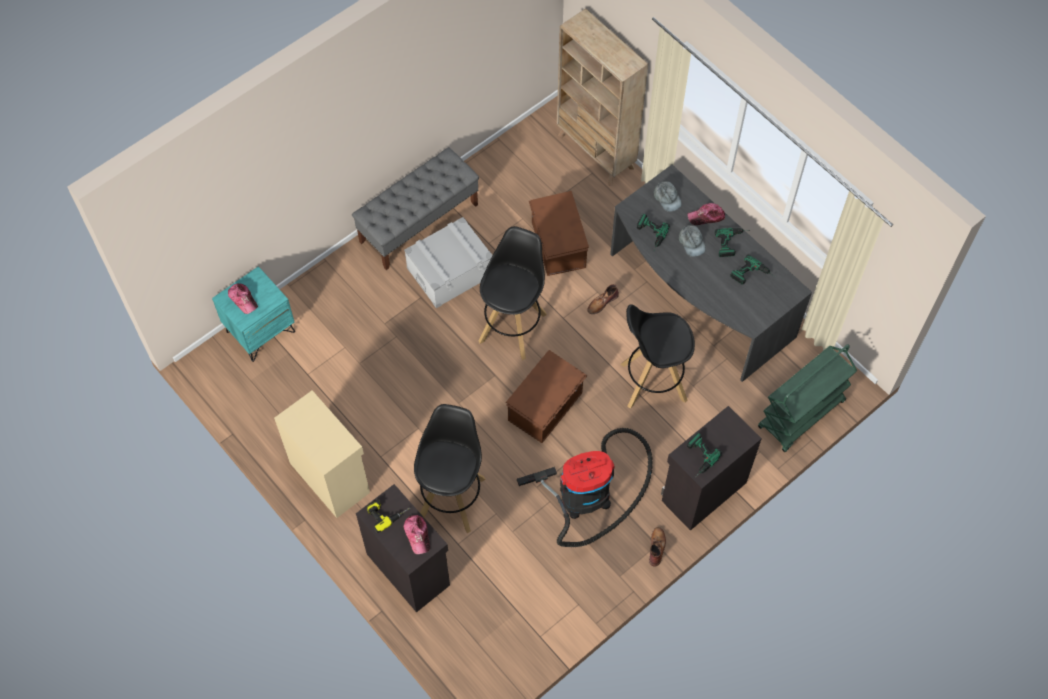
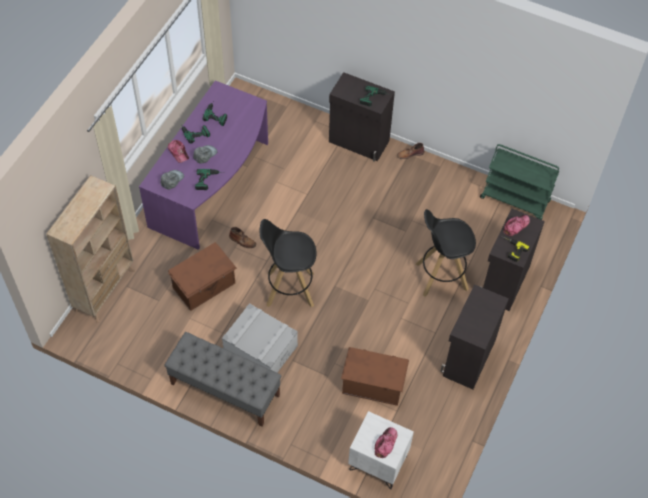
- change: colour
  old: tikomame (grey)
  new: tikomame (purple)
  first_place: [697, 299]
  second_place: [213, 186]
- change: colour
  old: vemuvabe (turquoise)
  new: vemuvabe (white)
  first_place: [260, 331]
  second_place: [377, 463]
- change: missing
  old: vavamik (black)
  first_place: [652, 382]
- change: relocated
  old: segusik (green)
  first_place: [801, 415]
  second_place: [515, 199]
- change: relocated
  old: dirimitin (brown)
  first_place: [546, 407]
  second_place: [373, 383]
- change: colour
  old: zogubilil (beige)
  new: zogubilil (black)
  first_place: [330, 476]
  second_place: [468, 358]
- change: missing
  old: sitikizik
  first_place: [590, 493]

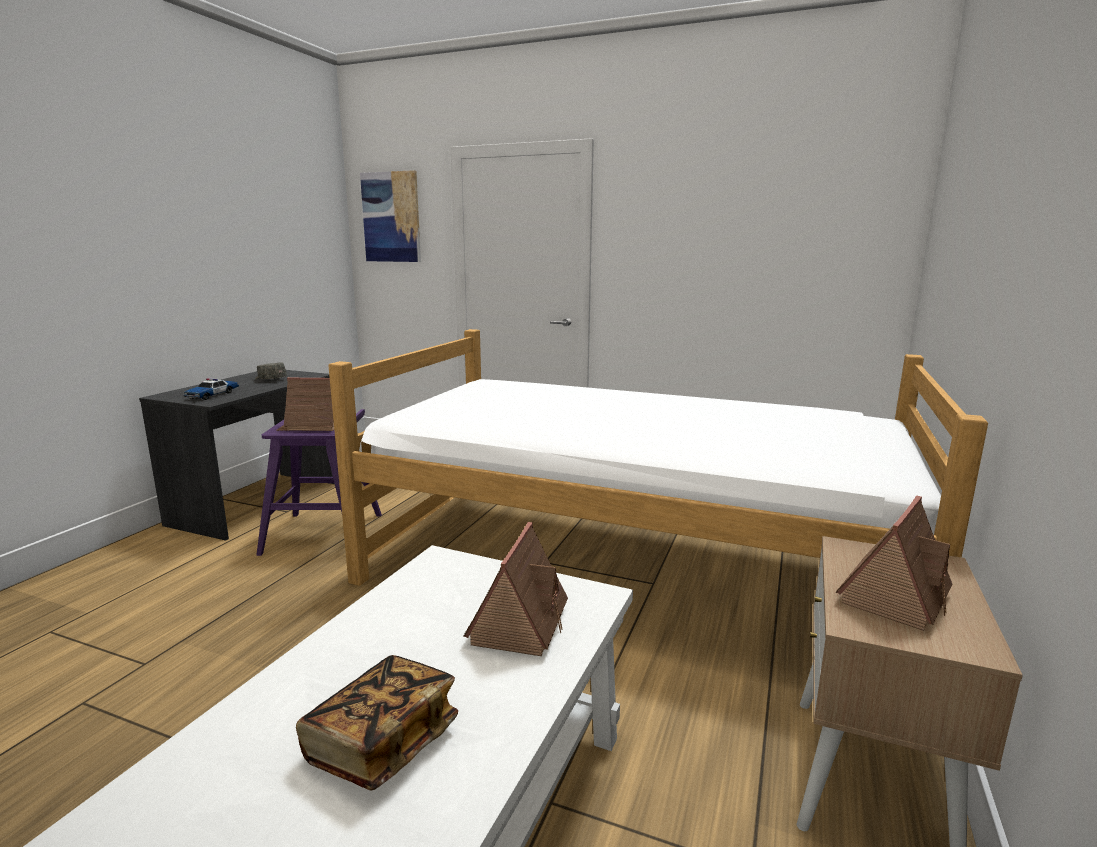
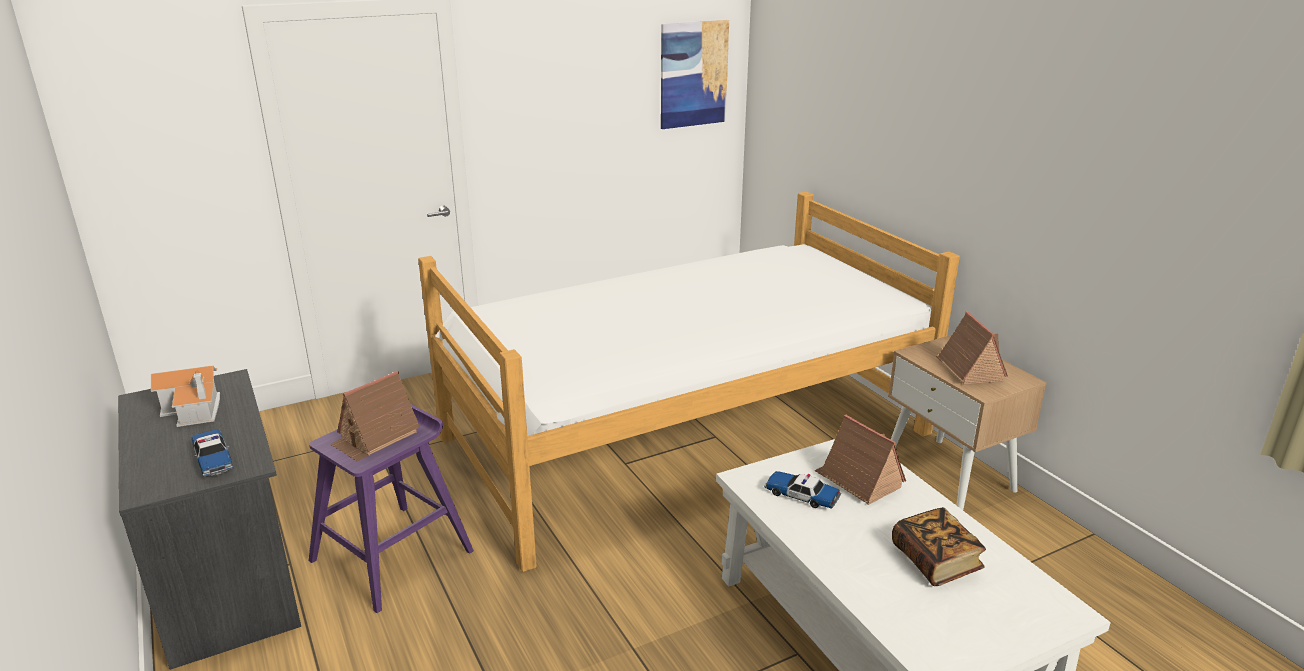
- change: relocated
  old: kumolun
  first_place: [391, 217]
  second_place: [693, 74]
- change: exchanged
  old: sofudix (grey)
  new: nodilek
  first_place: [270, 379]
  second_place: [195, 409]
- change: appeared
  new: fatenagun
  second_place: [801, 496]

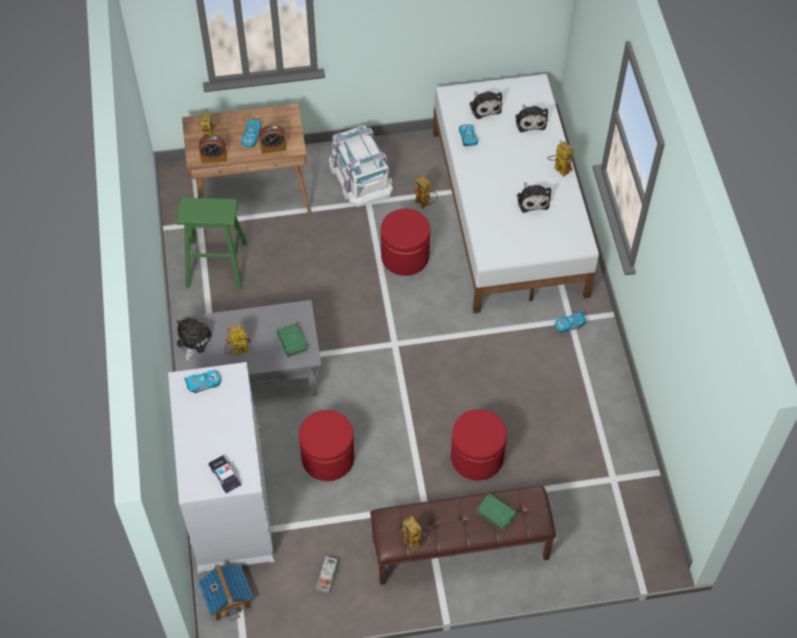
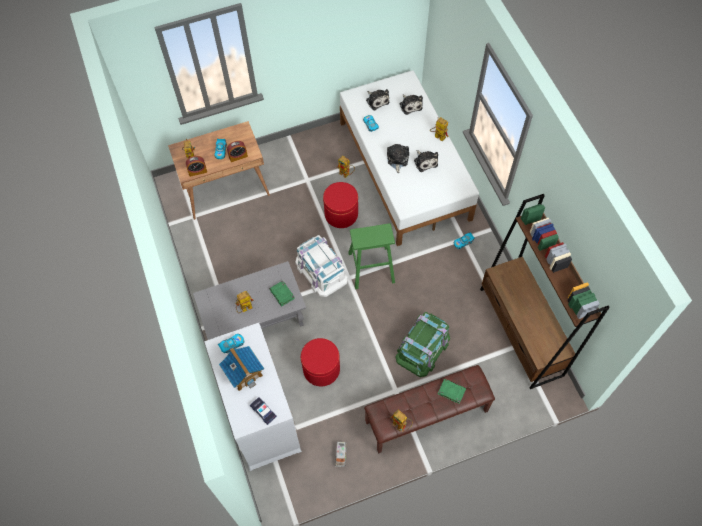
- change: relocated
  old: dirimitin (white)
  first_place: [360, 176]
  second_place: [321, 271]
- change: relocated
  old: vavamik (green)
  first_place: [216, 264]
  second_place: [371, 267]
- change: relocated
  old: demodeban
  first_place: [192, 341]
  second_place: [397, 159]
- change: exchanged
  old: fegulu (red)
  new: dirimitin (green)
  first_place: [477, 457]
  second_place: [423, 348]
- change: relocated
  old: nodilek
  first_place: [228, 598]
  second_place: [244, 372]
- change: appeared
  new: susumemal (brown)
  second_place: [521, 332]

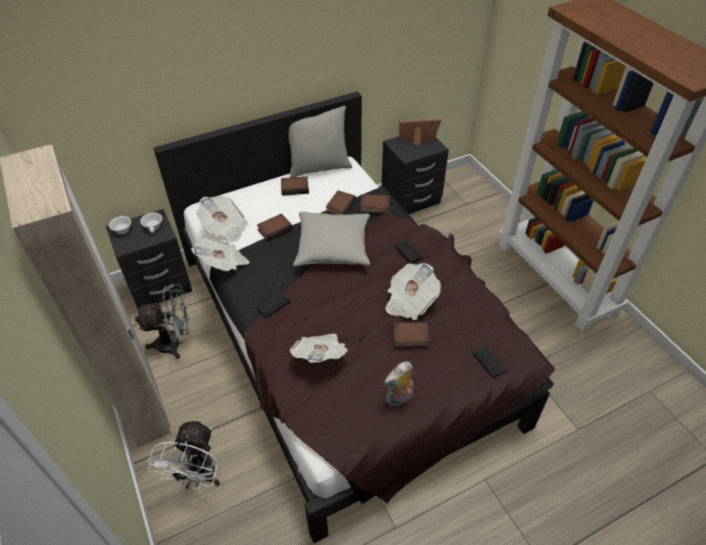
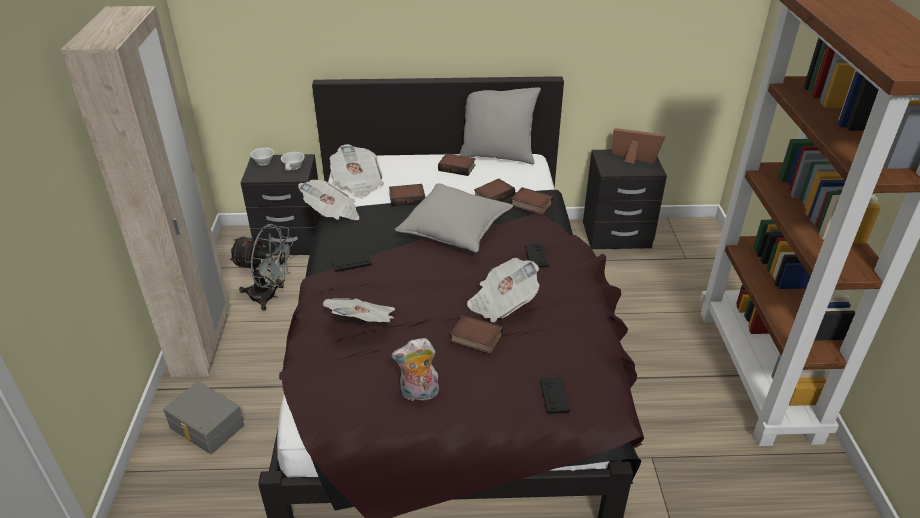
- change: exchanged
  old: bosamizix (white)
  new: dirimitin (grey)
  first_place: [199, 478]
  second_place: [206, 427]

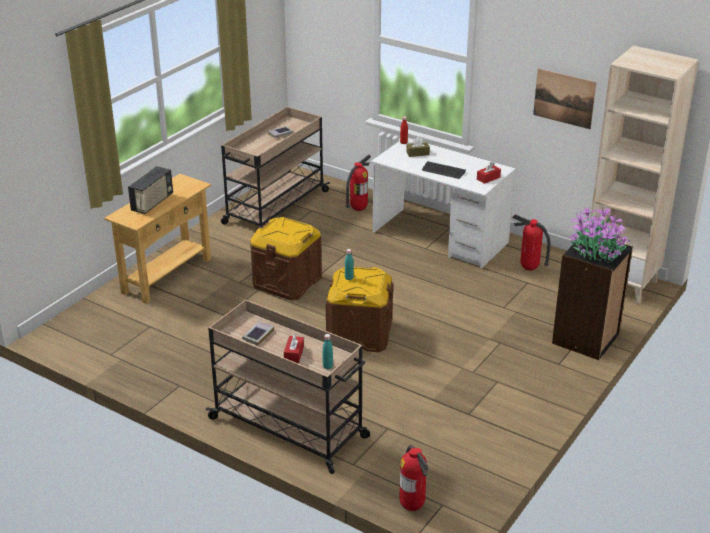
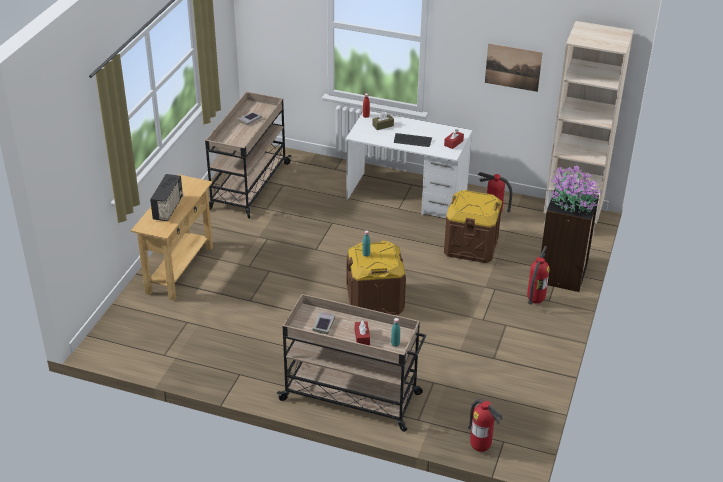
- change: relocated
  old: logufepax
  first_place: [358, 209]
  second_place: [535, 301]
- change: relocated
  old: dirimitin (brown)
  first_place: [287, 282]
  second_place: [471, 246]

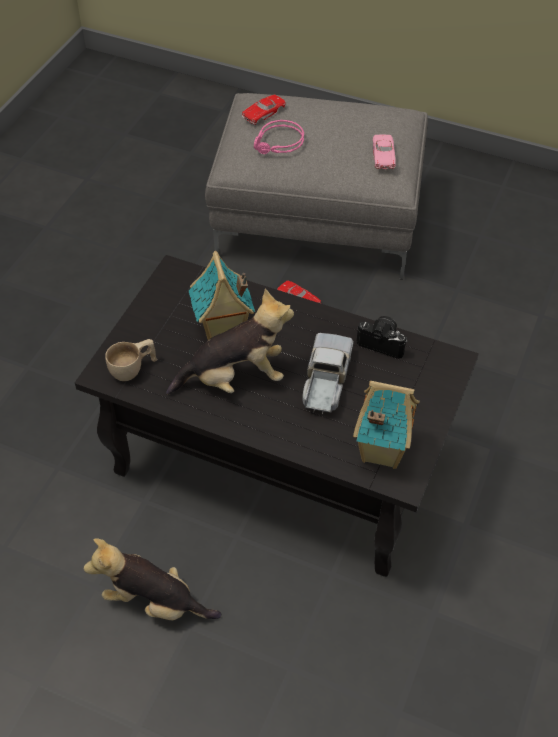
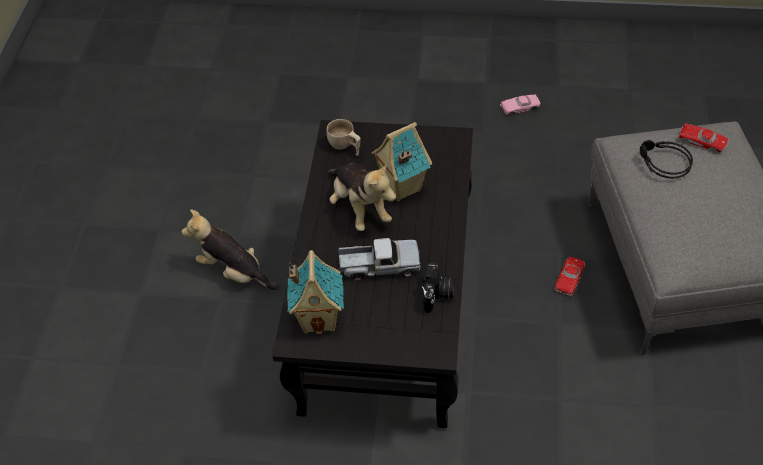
- change: colour
  old: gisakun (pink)
  new: gisakun (black)
  first_place: [278, 144]
  second_place: [662, 163]
- change: relocated
  old: fatenagun (pink)
  first_place: [383, 154]
  second_place: [520, 106]
- change: spun
  old: demodeban
  first_place: [154, 602]
  second_place: [234, 272]
  degrees: -60

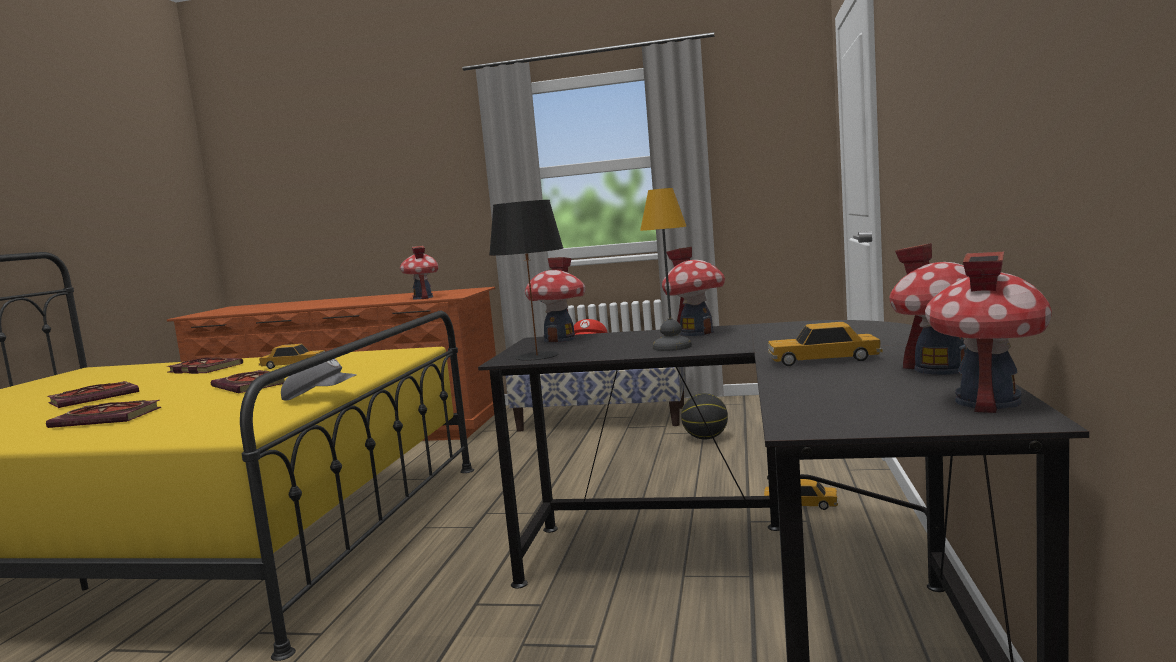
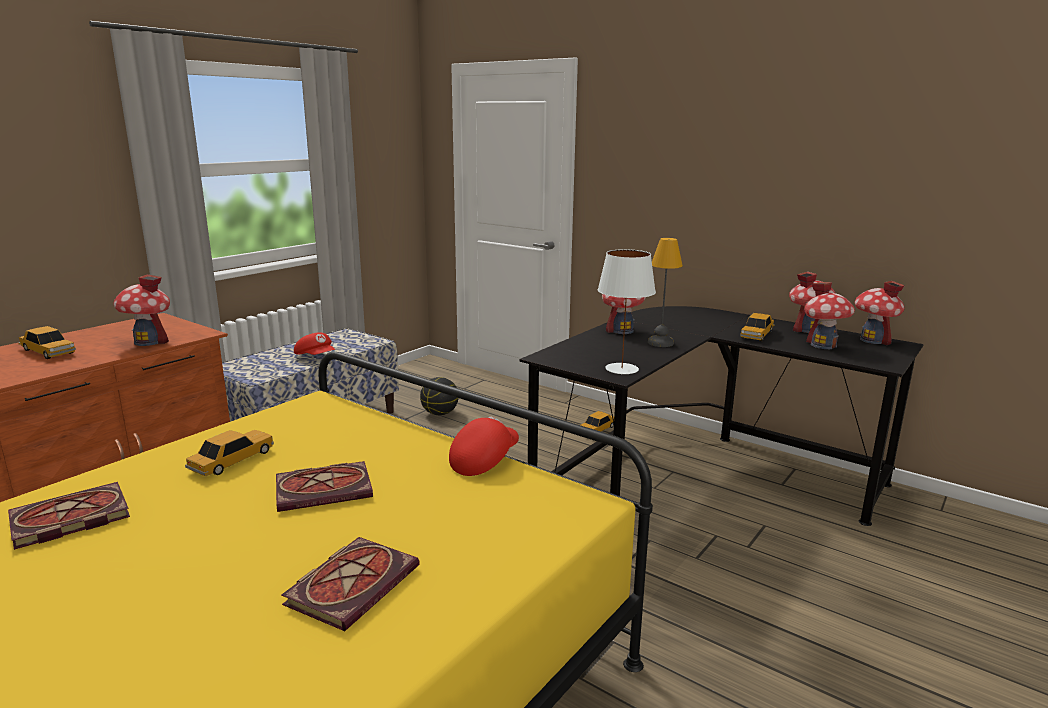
- change: colour
  old: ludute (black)
  new: ludute (white)
  first_place: [537, 356]
  second_place: [622, 368]
- change: relocated
  old: nodilek
  first_place: [560, 339]
  second_place: [823, 345]
- change: colour
  old: sofudix (grey)
  new: sofudix (red)
  first_place: [320, 397]
  second_place: [483, 460]
- change: missing
  old: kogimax
  first_place: [96, 397]
- change: appeared
  new: fatenagun
  second_place: [48, 351]

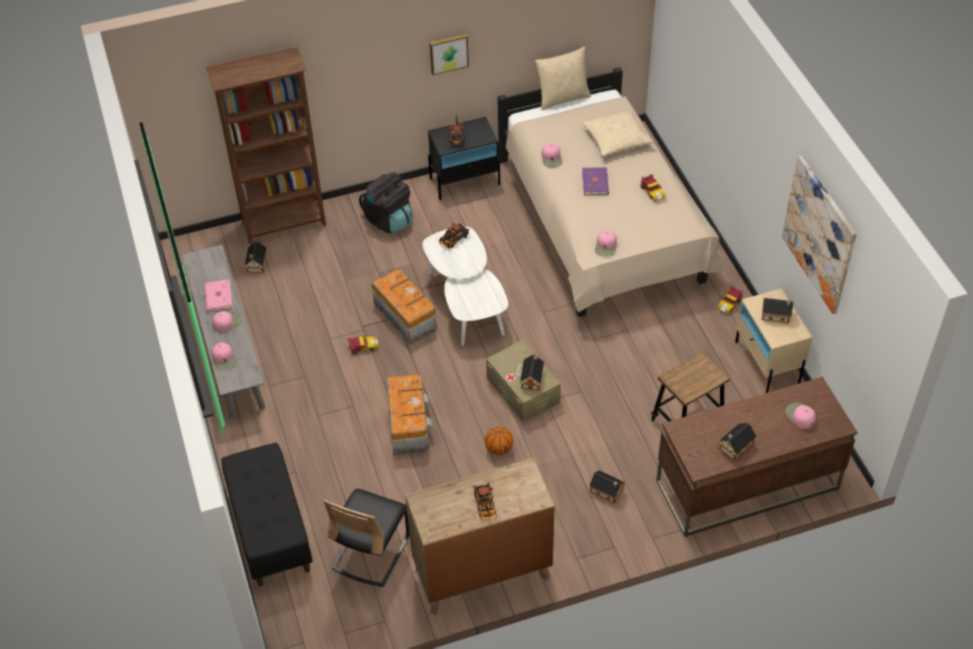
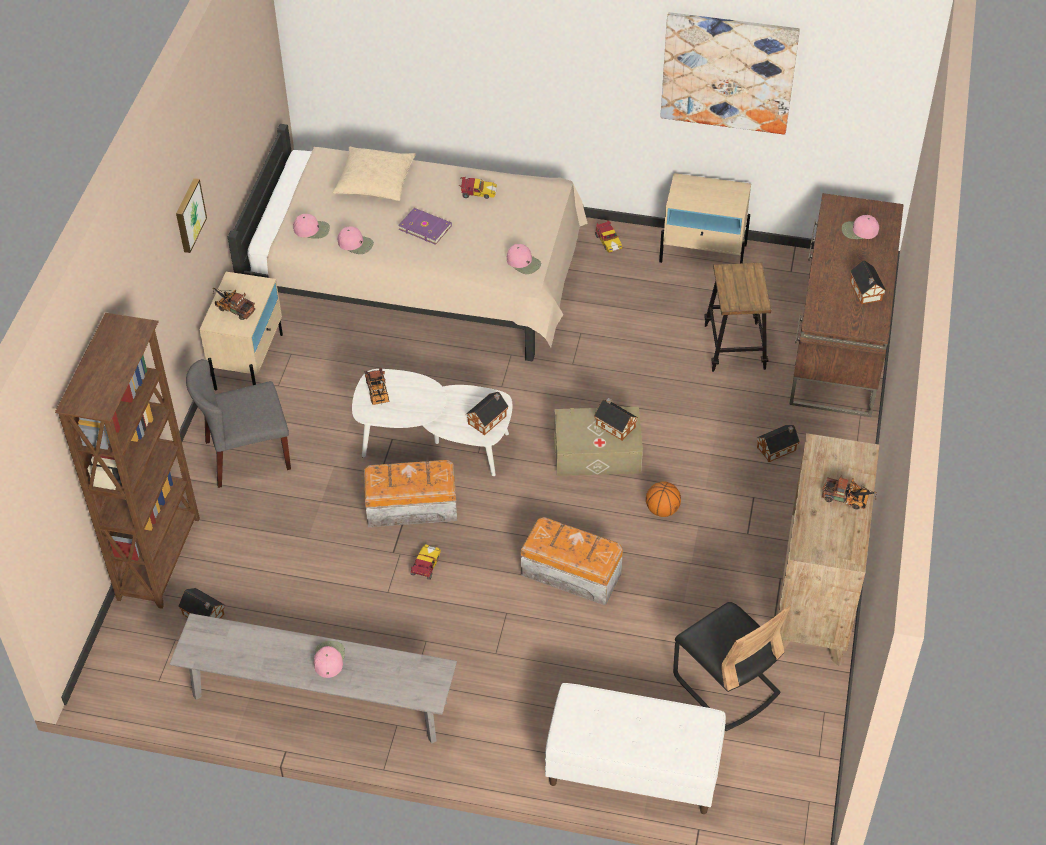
- change: missing
  old: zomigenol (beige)
  first_place: [562, 98]
- change: colour
  old: vemuvabe (black)
  new: vemuvabe (beige)
  first_place: [465, 181]
  second_place: [249, 361]
- change: exchanged
  old: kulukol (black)
  new: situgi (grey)
  first_place: [389, 220]
  second_place: [247, 455]
- change: missing
  old: kogimax (pink)
  first_place: [217, 297]
- change: relocated
  old: nodilek
  first_place: [777, 315]
  second_place: [488, 419]
- change: relocated
  old: sofudix (pink)
  first_place: [224, 359]
  second_place: [312, 229]
- change: colour
  old: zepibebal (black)
  new: zepibebal (white)
  first_place: [270, 530]
  second_place: [632, 770]

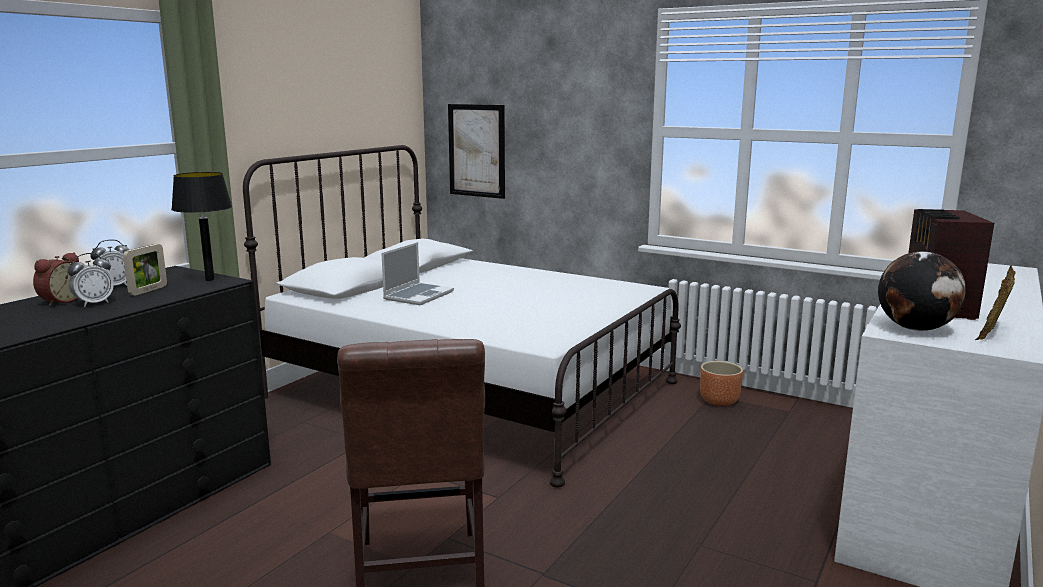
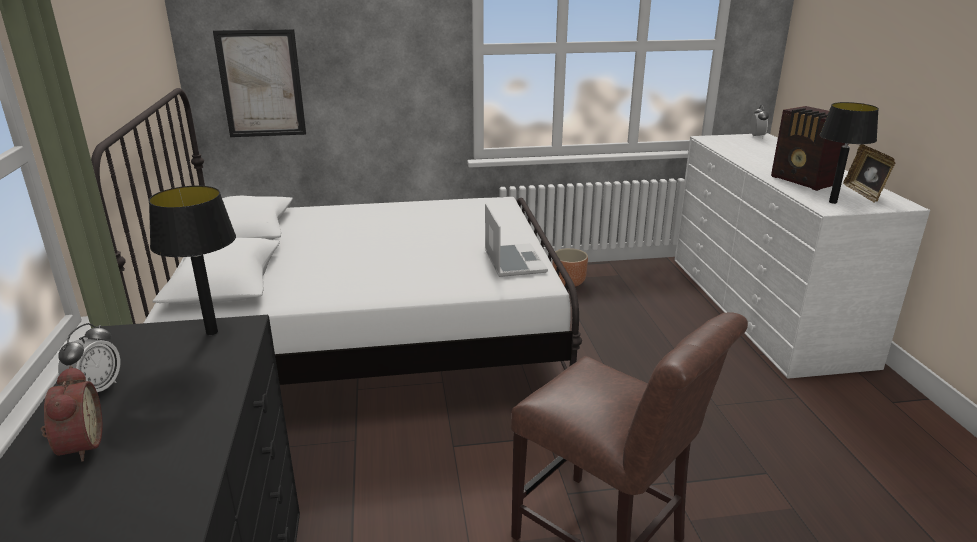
- change: relocated
  old: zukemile
  first_place: [418, 295]
  second_place: [513, 261]
- change: missing
  old: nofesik
  first_place: [148, 290]
- change: exchanged
  old: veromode
  new: ludute (black)
  first_place: [916, 329]
  second_place: [833, 202]
- change: relocated
  old: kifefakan
  first_place: [94, 303]
  second_place: [757, 136]

